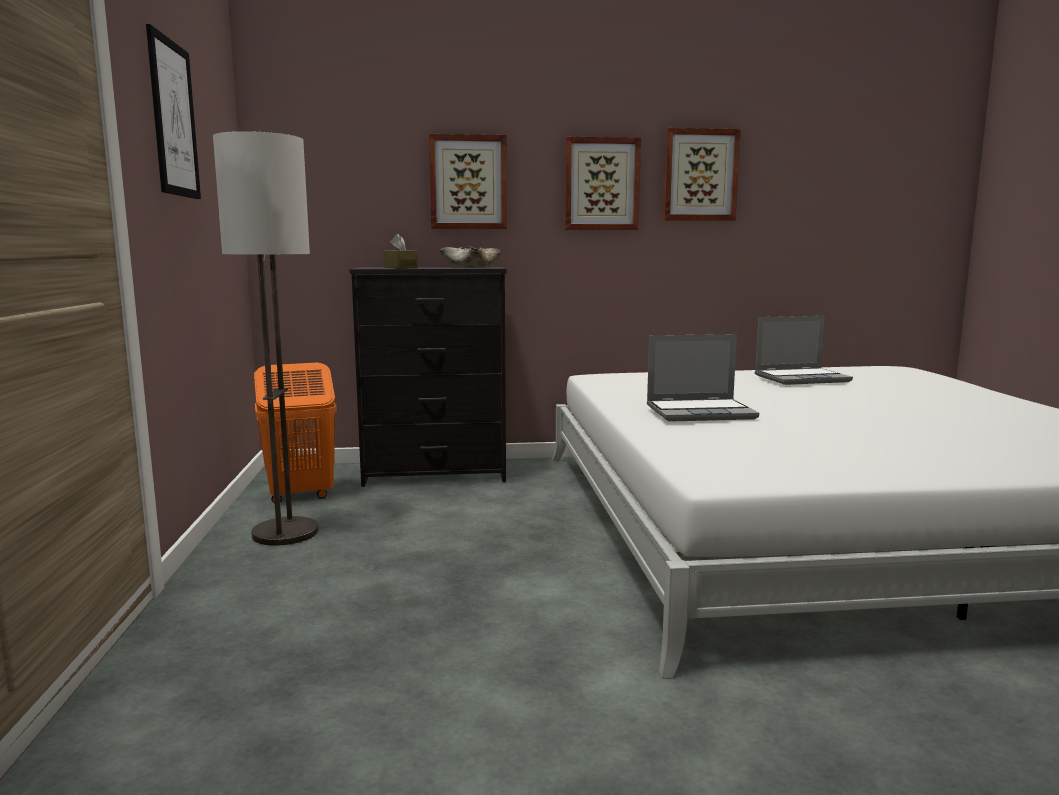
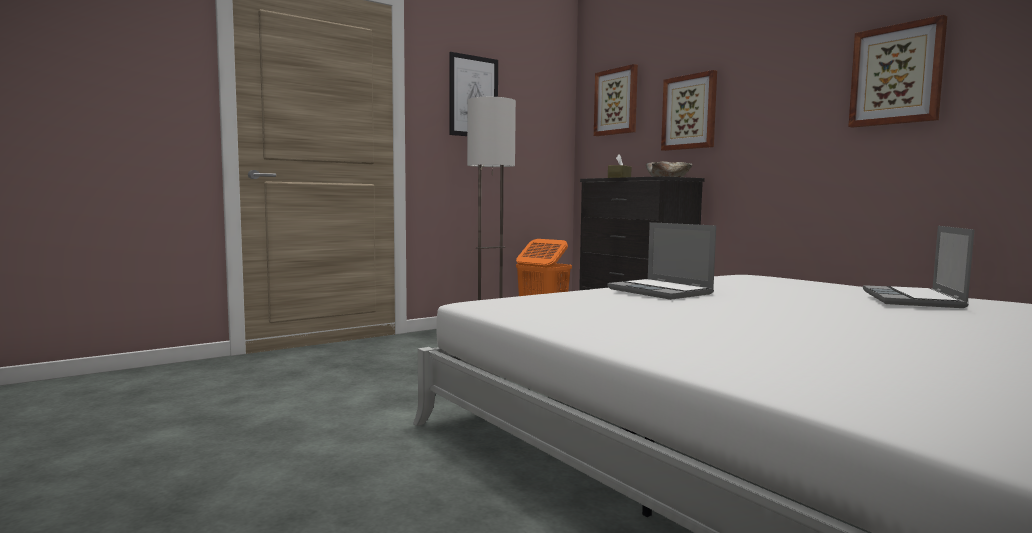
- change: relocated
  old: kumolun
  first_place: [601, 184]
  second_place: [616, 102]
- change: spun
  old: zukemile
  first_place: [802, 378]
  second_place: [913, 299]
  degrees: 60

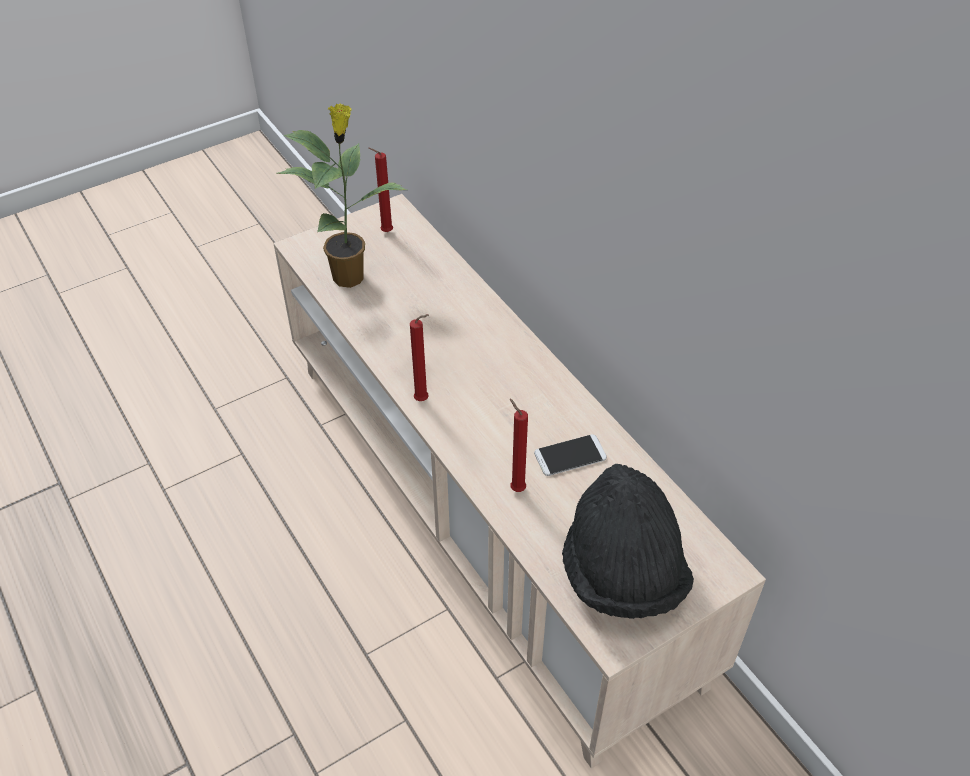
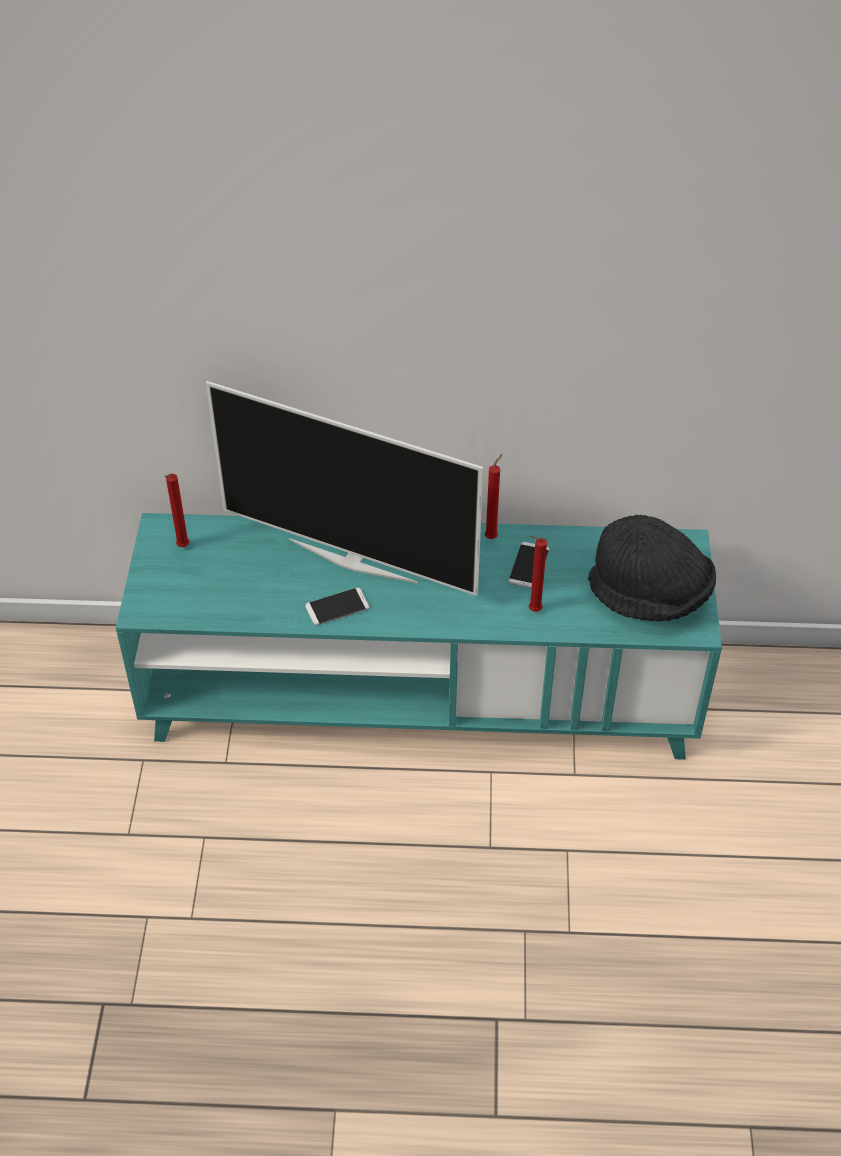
- change: missing
  old: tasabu
  first_place: [350, 276]
- change: colour
  old: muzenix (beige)
  new: muzenix (turquoise)
  first_place: [485, 511]
  second_place: [420, 698]
- change: relocated
  old: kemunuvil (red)
  first_place: [423, 400]
  second_place: [492, 536]
- change: appeared
  new: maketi
  second_place: [353, 559]
- change: appeared
  new: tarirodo
  second_place: [337, 607]

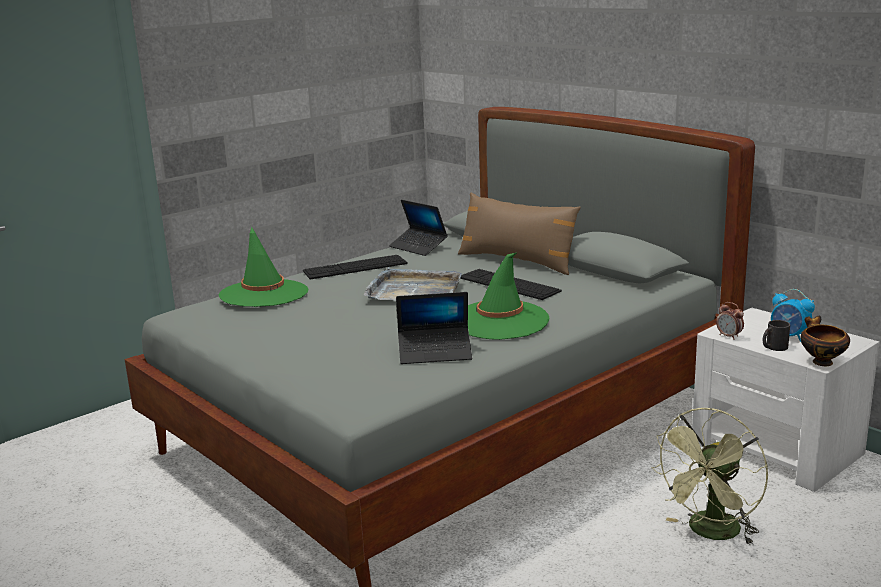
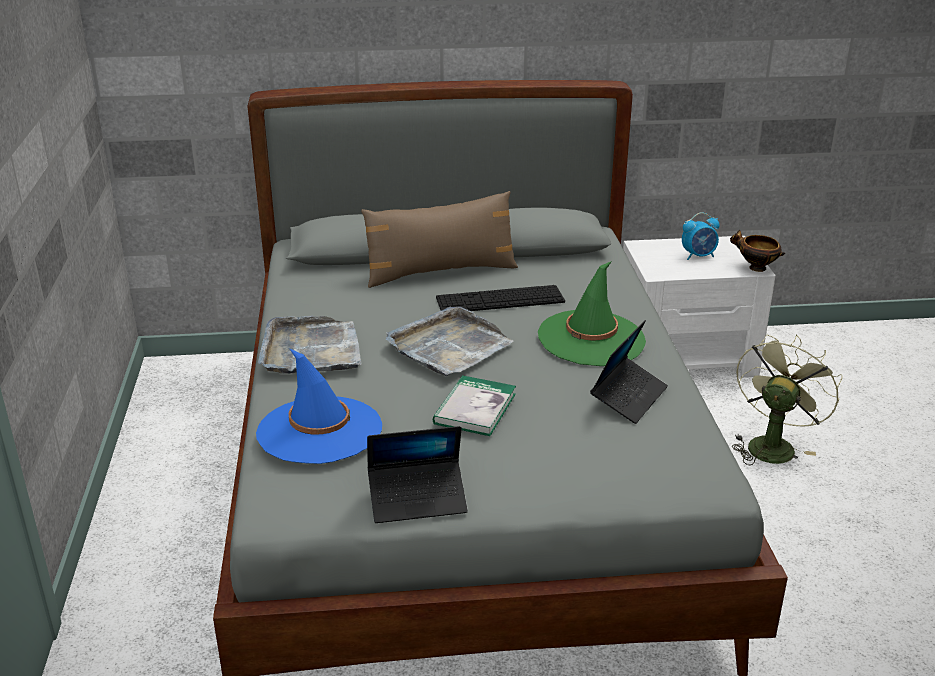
- change: relocated
  old: zukemile
  first_place: [418, 247]
  second_place: [417, 499]
- change: colour
  old: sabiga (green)
  new: sabiga (blue)
  first_place: [264, 294]
  second_place: [319, 430]
- change: exchanged
  old: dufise
  new: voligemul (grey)
  first_place: [355, 267]
  second_place: [311, 350]
- change: missing
  old: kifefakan
  first_place: [729, 336]
- change: missing
  old: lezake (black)
  first_place: [773, 347]
- change: spun
  old: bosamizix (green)
  first_place: [710, 533]
  second_place: [772, 444]
  degrees: -135
- change: appeared
  new: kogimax
  second_place: [475, 409]

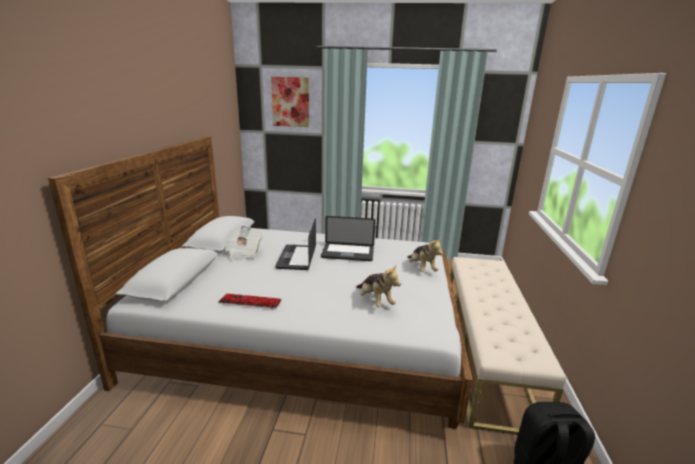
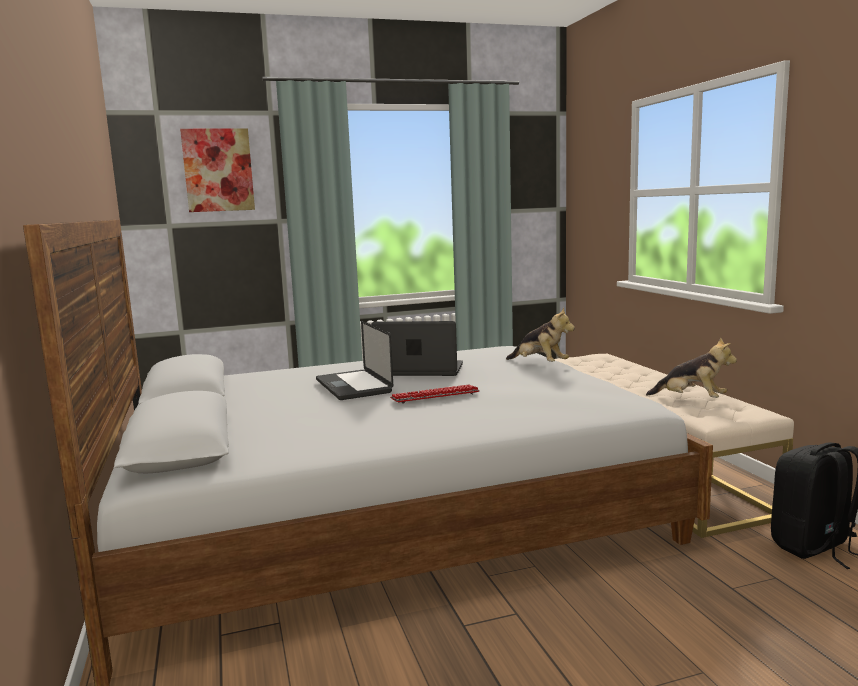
- change: spun
  old: zukemile
  first_place: [348, 253]
  second_place: [419, 370]
  degrees: -150
- change: missing
  old: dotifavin
  first_place: [243, 253]
- change: relocated
  old: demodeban
  first_place: [375, 301]
  second_place: [691, 400]
- change: relocated
  old: dufise
  first_place: [250, 302]
  second_place: [435, 396]

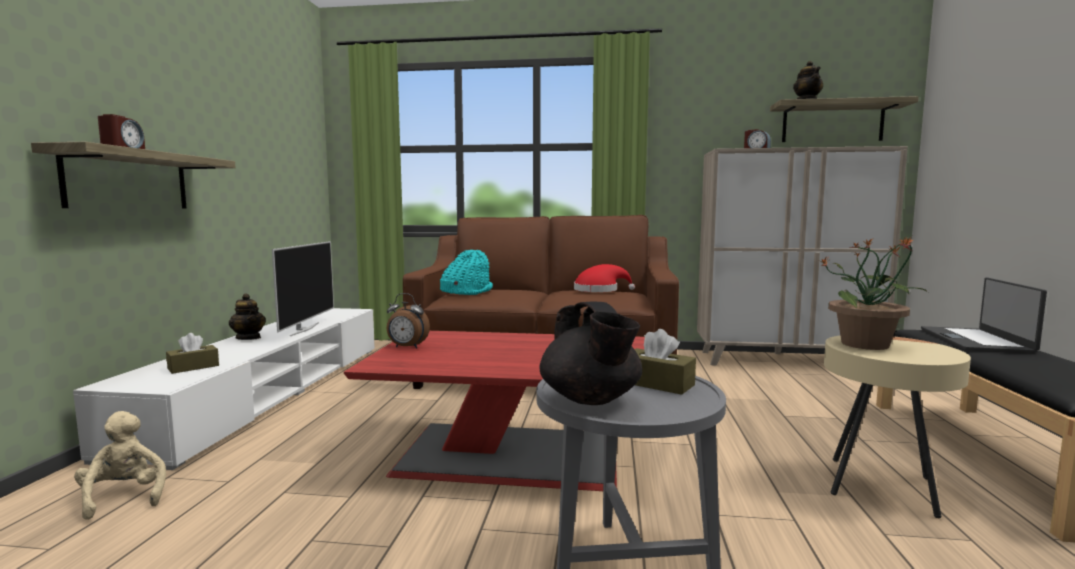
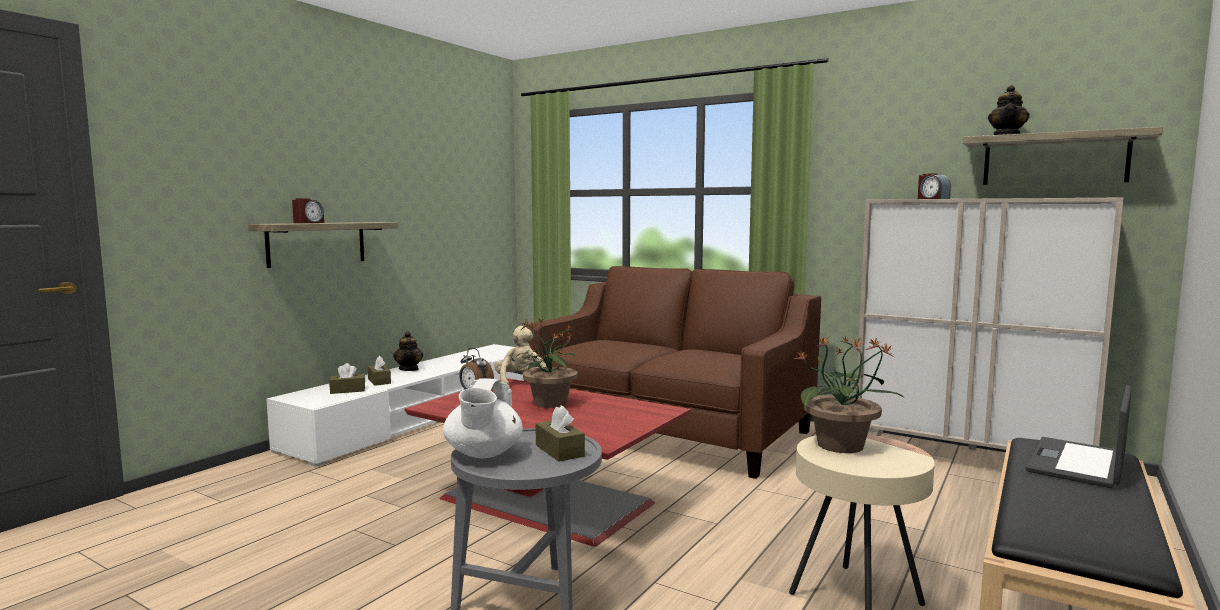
- change: missing
  old: maketi
  first_place: [303, 329]
- change: missing
  old: sabiga (turquoise)
  first_place: [466, 292]
- change: missing
  old: sabiga (red)
  first_place: [599, 290]
- change: colour
  old: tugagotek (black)
  new: tugagotek (white)
  first_place: [591, 400]
  second_place: [483, 454]
- change: relocated
  old: demodeban (beige)
  first_place: [124, 497]
  second_place: [521, 385]
- change: appeared
  new: tasabu
  second_place: [549, 403]
- change: appeared
  new: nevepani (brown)
  second_place: [379, 381]

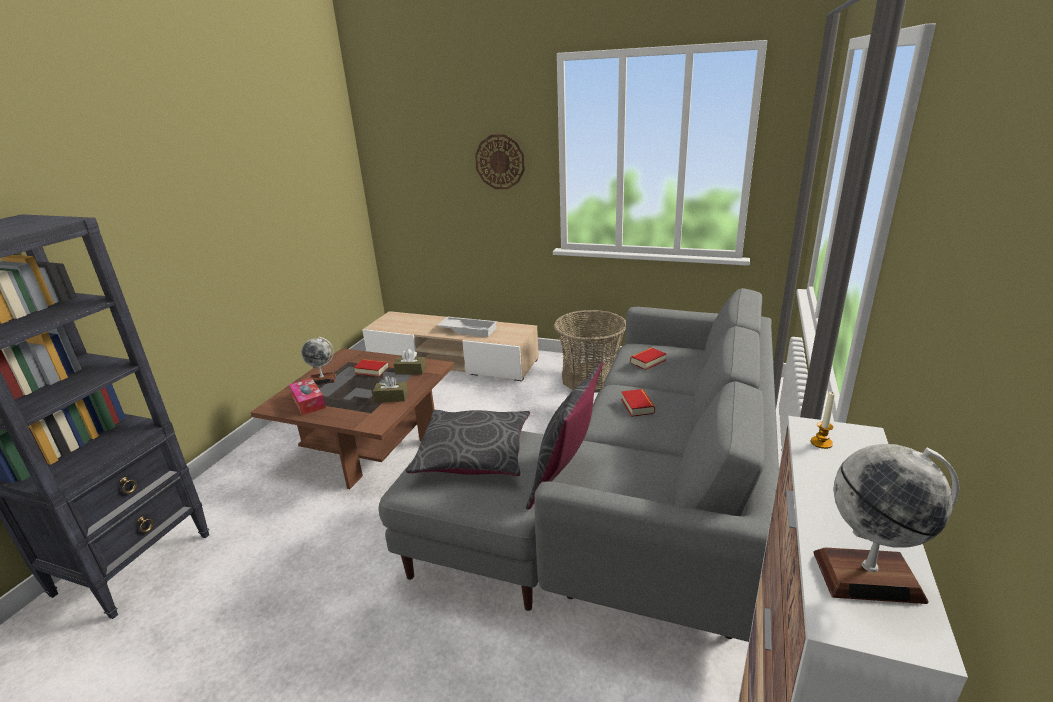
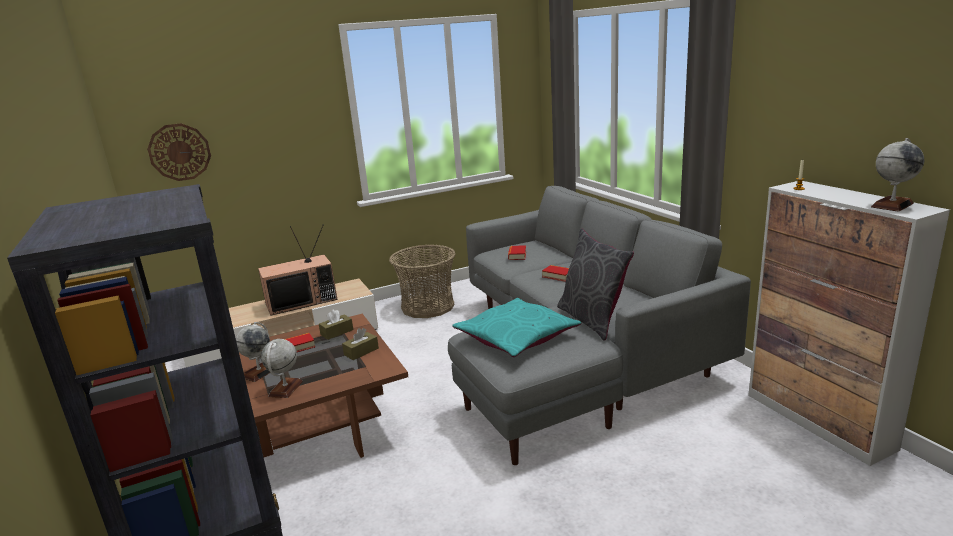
- change: relocated
  old: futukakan
  first_place: [500, 162]
  second_place: [179, 152]
- change: exchanged
  old: voligemul (white)
  new: maketi
  first_place: [468, 330]
  second_place: [302, 301]
- change: exchanged
  old: nevepani
  new: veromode
  first_place: [308, 402]
  second_place: [285, 389]
- change: colour
  old: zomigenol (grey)
  new: zomigenol (turquoise)
  first_place: [474, 453]
  second_place: [516, 337]

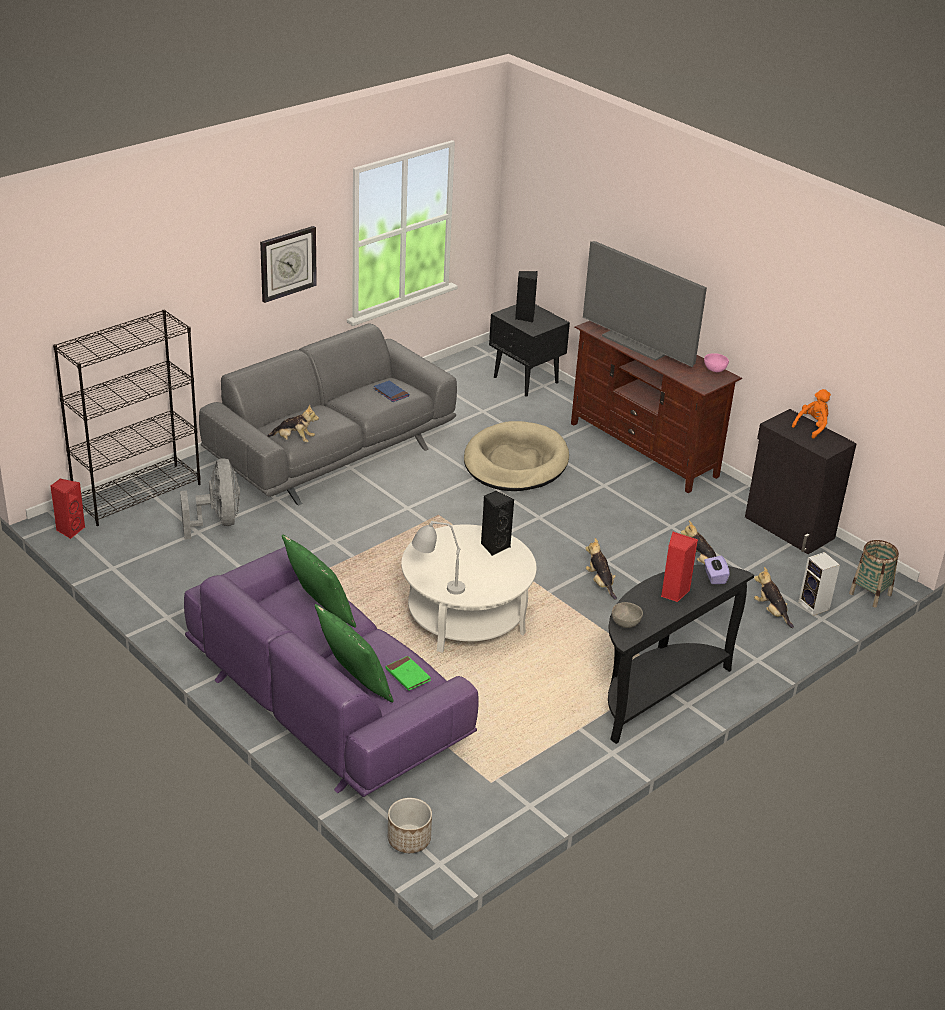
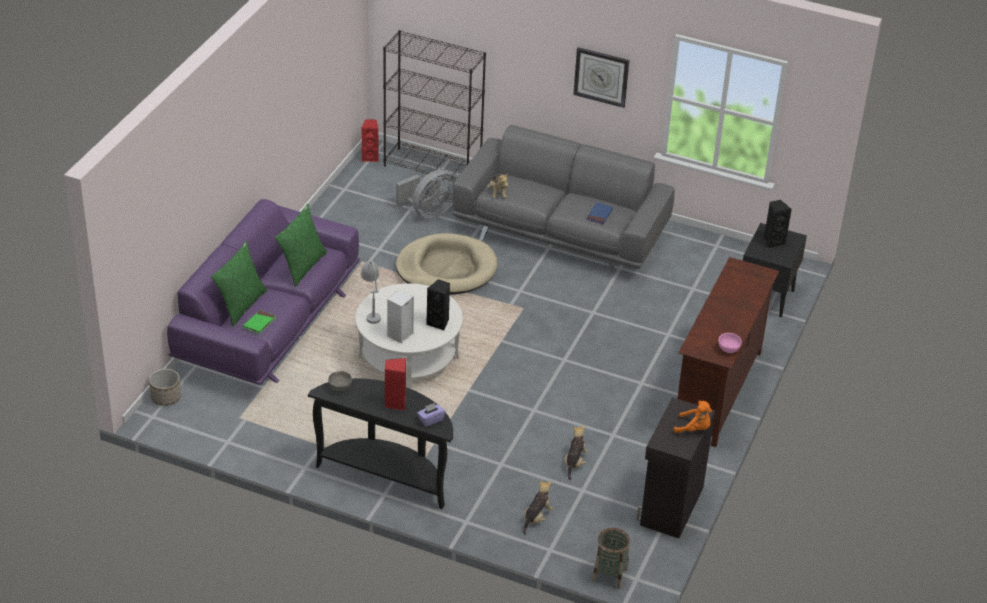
- change: missing
  old: maketi
  first_place: [639, 343]
- change: relocated
  old: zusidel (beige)
  first_place: [515, 462]
  second_place: [446, 269]
- change: missing
  old: demodeban
  first_place: [600, 583]
- change: relocated
  old: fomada
  first_place: [815, 606]
  second_place: [400, 335]

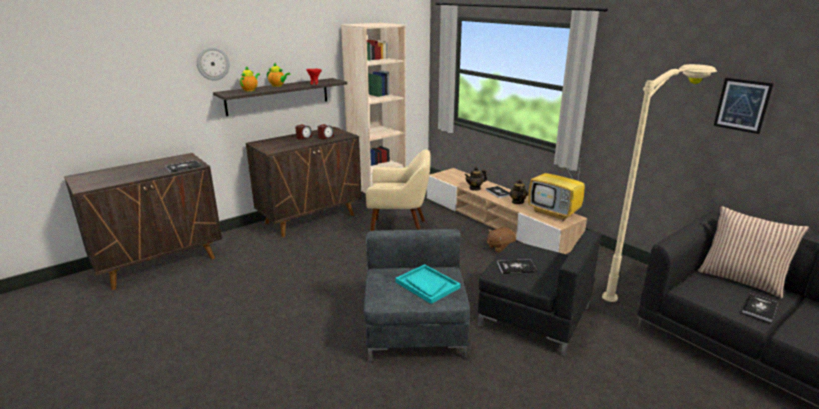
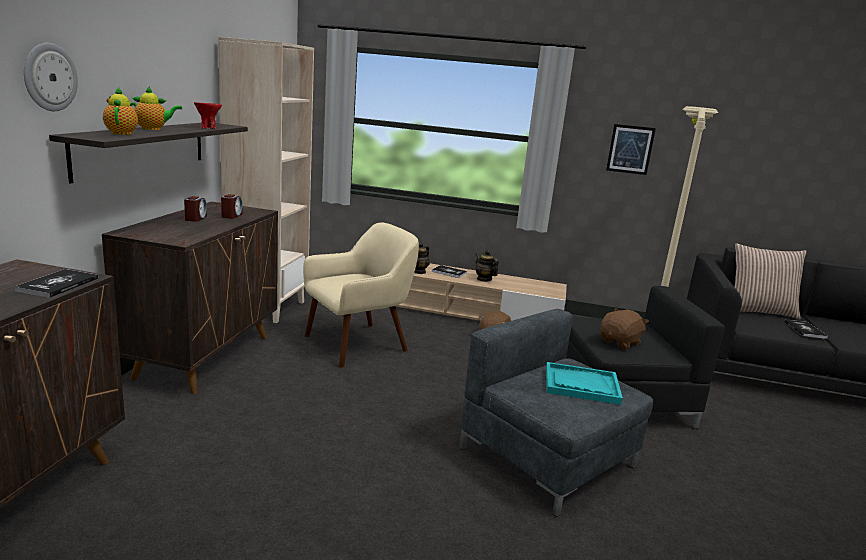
- change: relocated
  old: kumolun
  first_place: [742, 105]
  second_place: [630, 149]
- change: missing
  old: maketi
  first_place: [555, 213]
- change: exchanged
  old: kogimax
  new: demodeban (brown)
  first_place: [516, 267]
  second_place: [620, 342]

